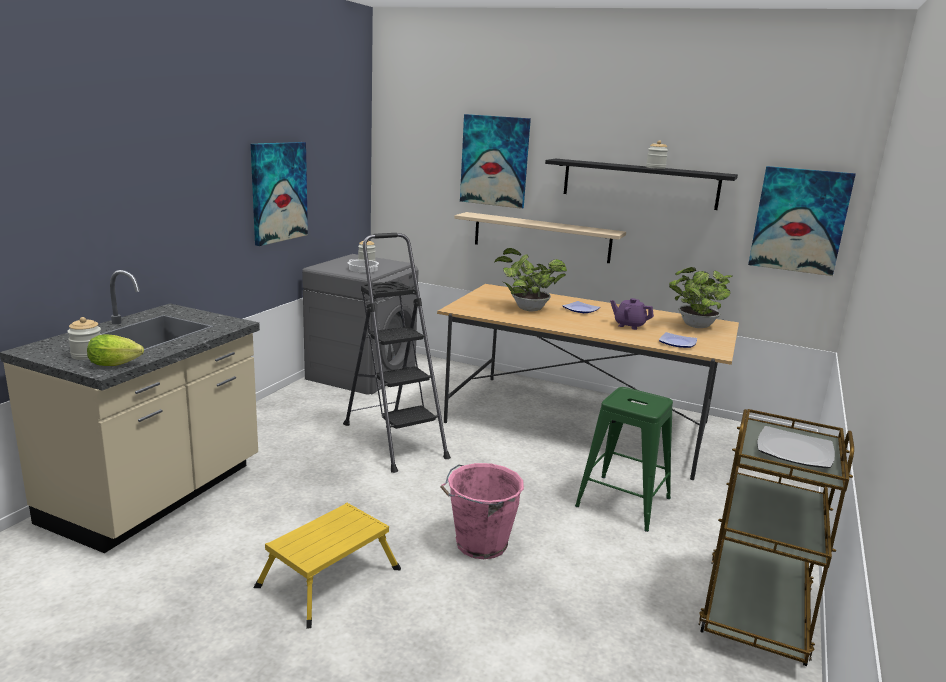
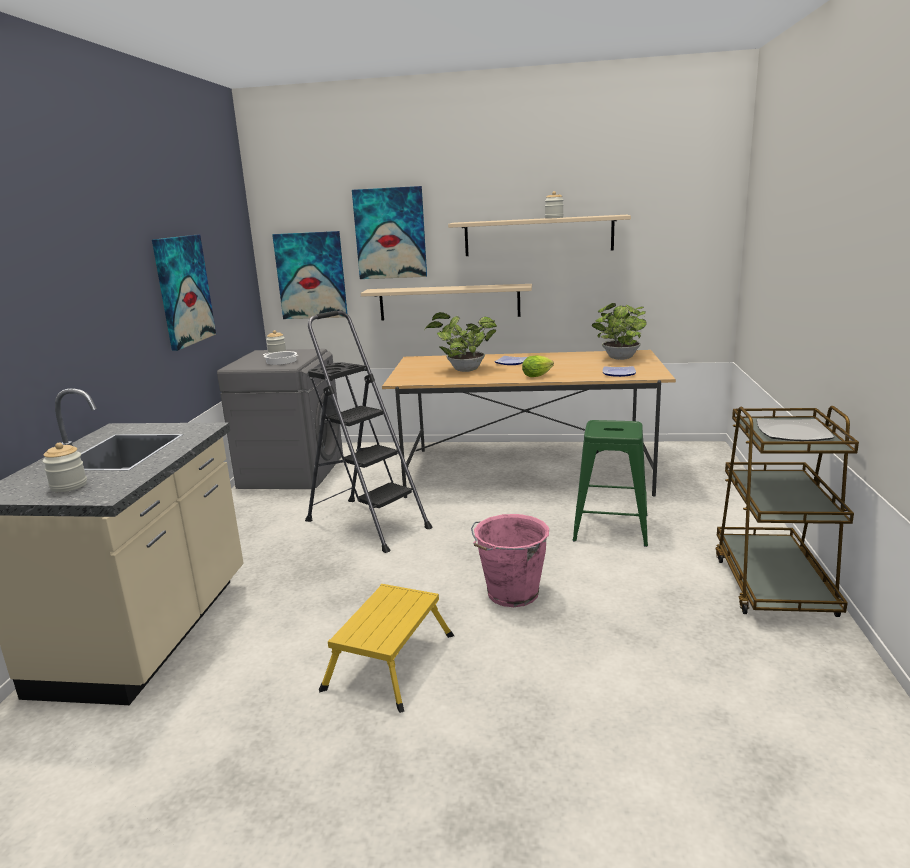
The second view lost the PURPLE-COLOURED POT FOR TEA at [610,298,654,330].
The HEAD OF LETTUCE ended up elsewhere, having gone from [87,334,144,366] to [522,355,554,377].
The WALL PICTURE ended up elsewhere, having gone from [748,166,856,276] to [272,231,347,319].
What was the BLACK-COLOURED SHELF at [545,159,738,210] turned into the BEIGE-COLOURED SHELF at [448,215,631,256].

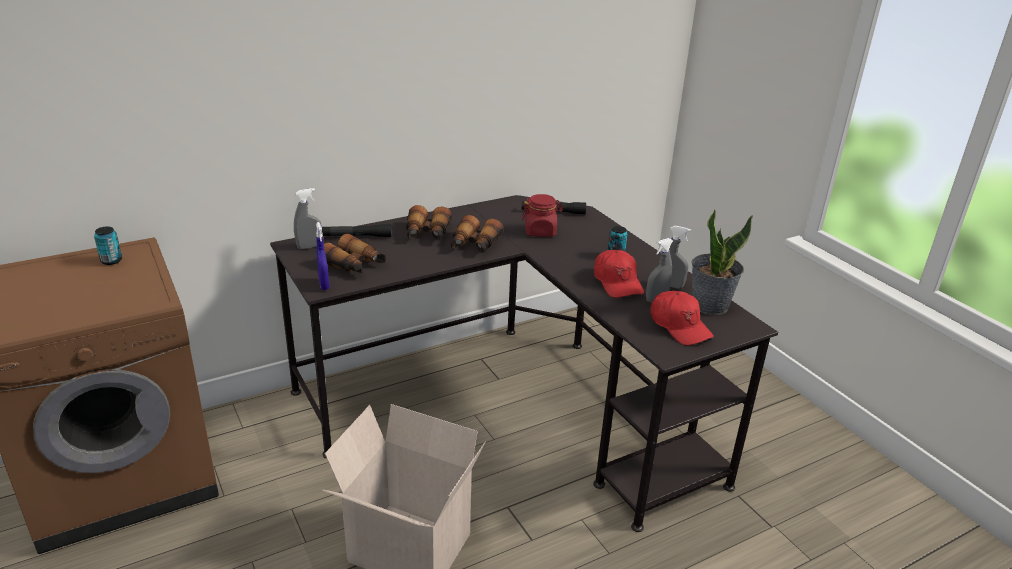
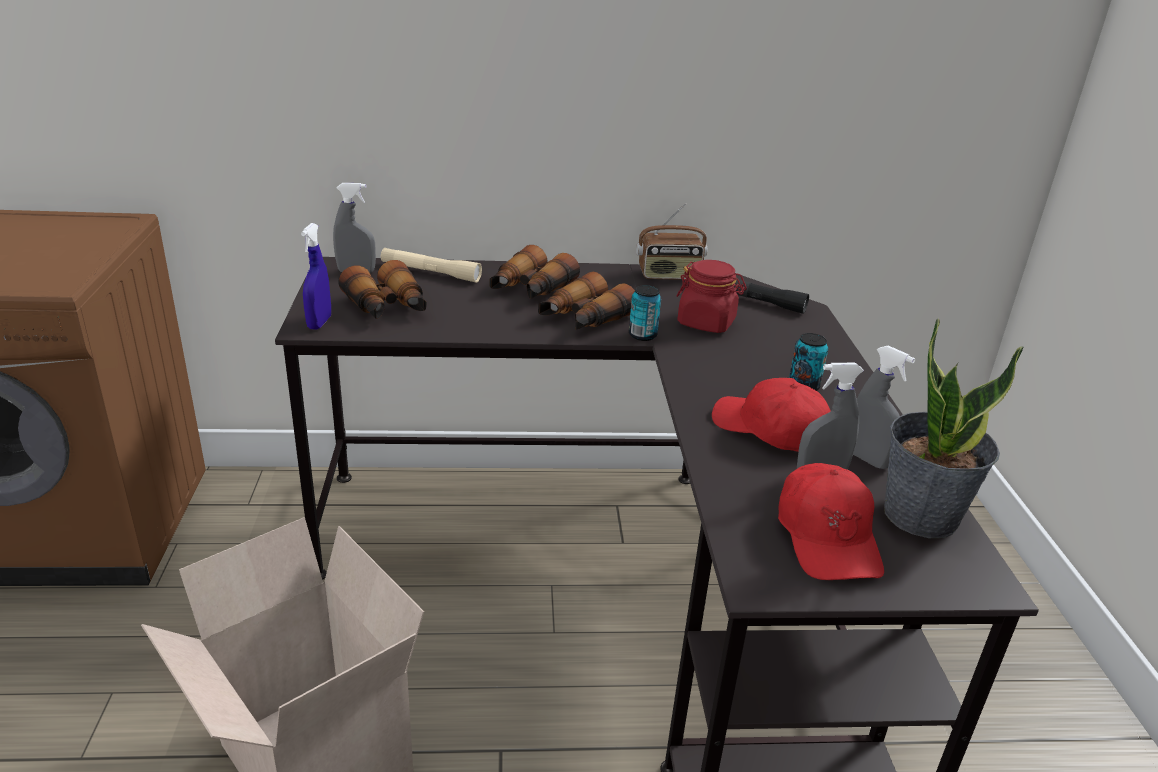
The second view gained the RADIO RECEIVER at [636,203,708,280].
The SEALED CAN ended up elsewhere, having gone from [94,226,122,265] to [629,285,661,341].
What was the BLACK-COLOURED HAND TORCH at [322,224,391,237] turned into the BEIGE-COLOURED HAND TORCH at [381,248,482,283].
The REDDISH BASEBALL CAP at [594,250,644,298] ended up facing another way, 120 degrees clockwise from before.

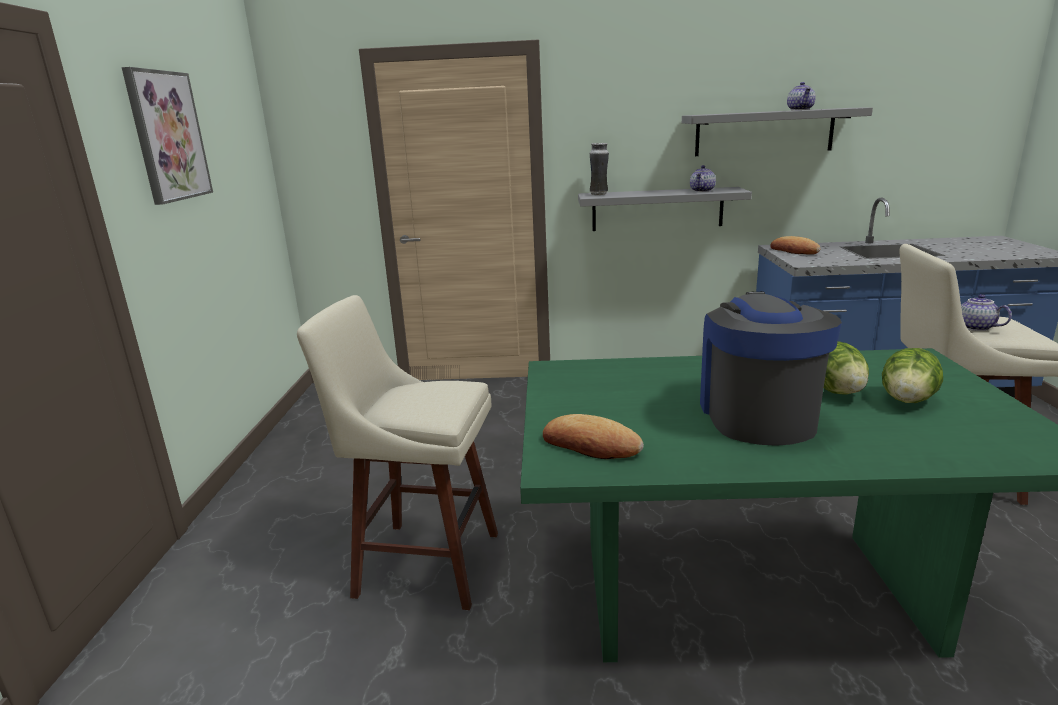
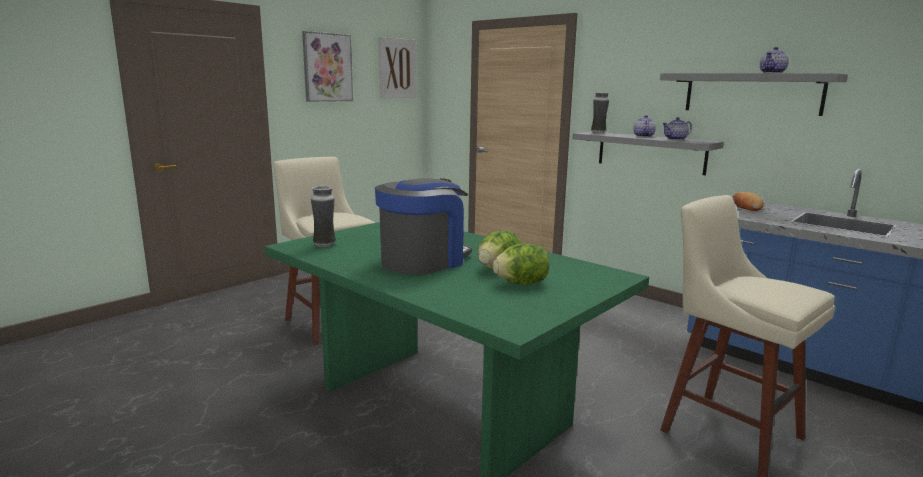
The second view gained the WALL PICTURE at [378,37,416,98].
The POT FOR TEA ended up elsewhere, having gone from [961,294,1012,331] to [633,115,656,137].
Where the BAKED BREAD stood at [543,414,644,459], the FLOWER VASE came to stand at [311,186,336,247].

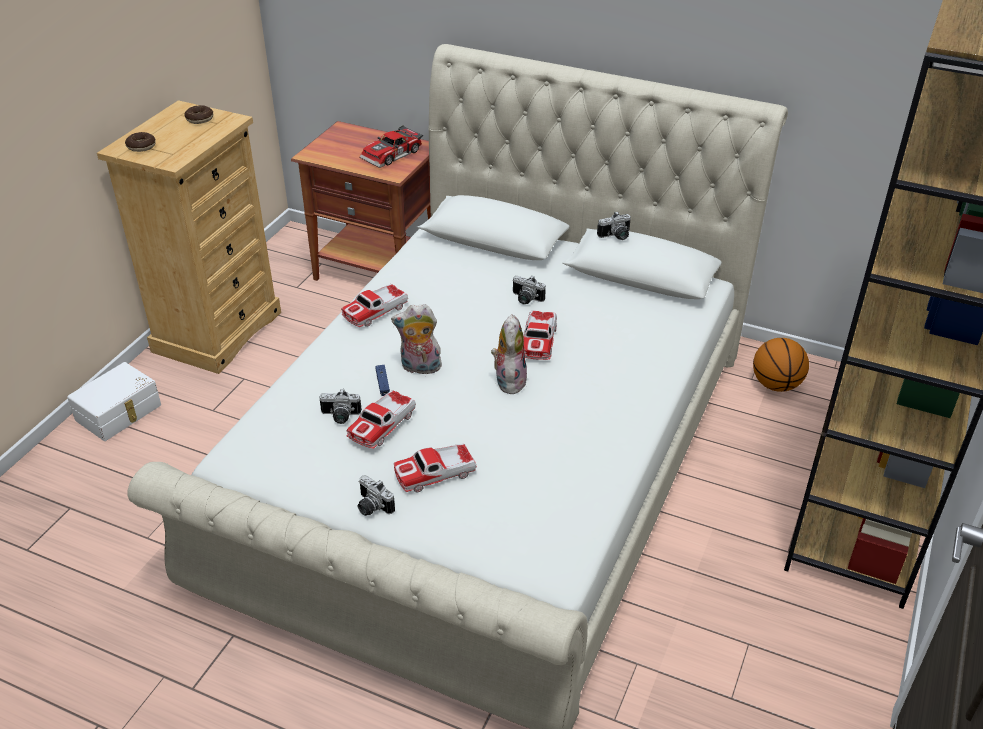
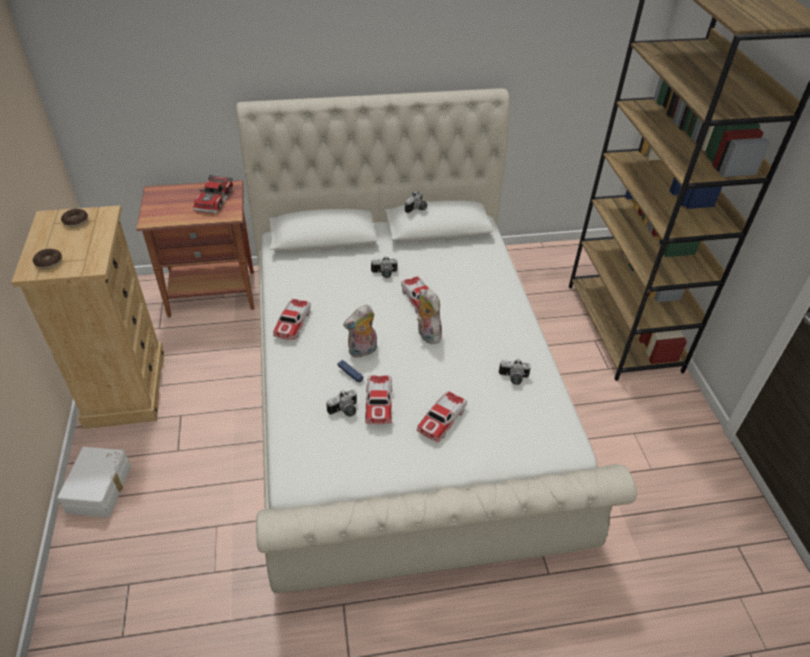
The second view lost the BALL FOR BASKETBALL at [753,338,809,392].
The STILL CAMERA ended up elsewhere, having gone from [358,475,395,516] to [499,358,531,385].

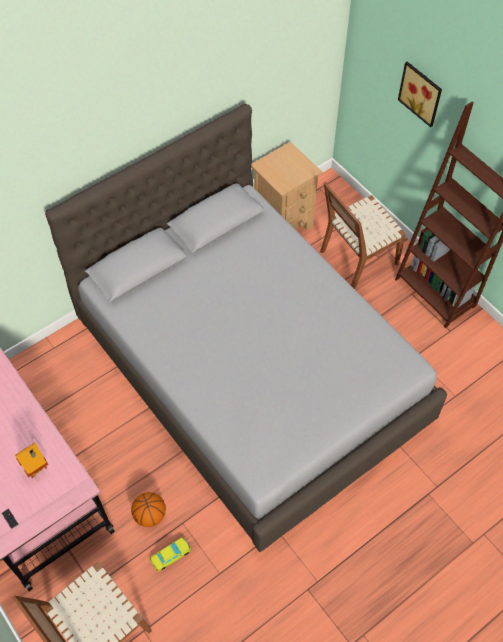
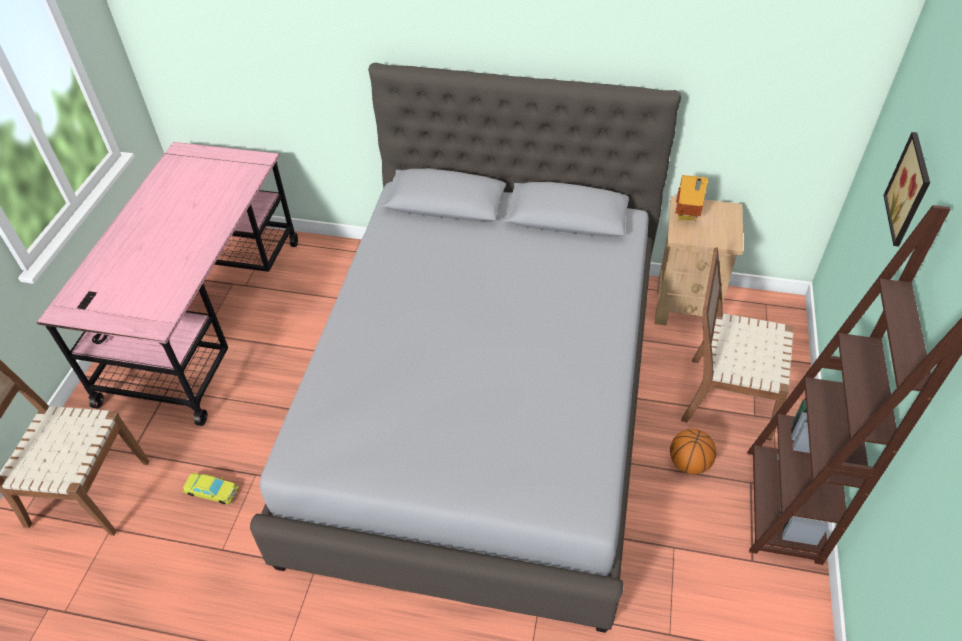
The MODEL HOUSE ended up elsewhere, having gone from [15,443,48,478] to [675,175,708,221].
The BALL FOR BASKETBALL ended up elsewhere, having gone from [131,492,166,527] to [670,429,716,474].

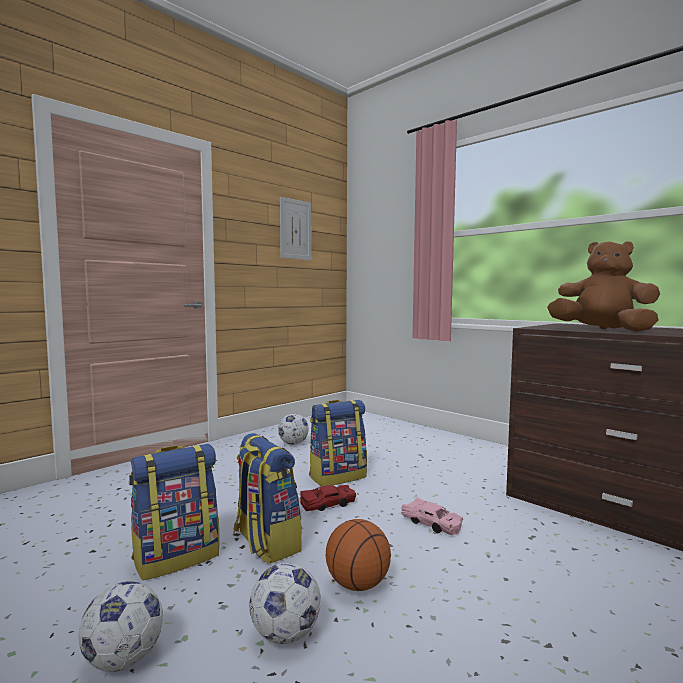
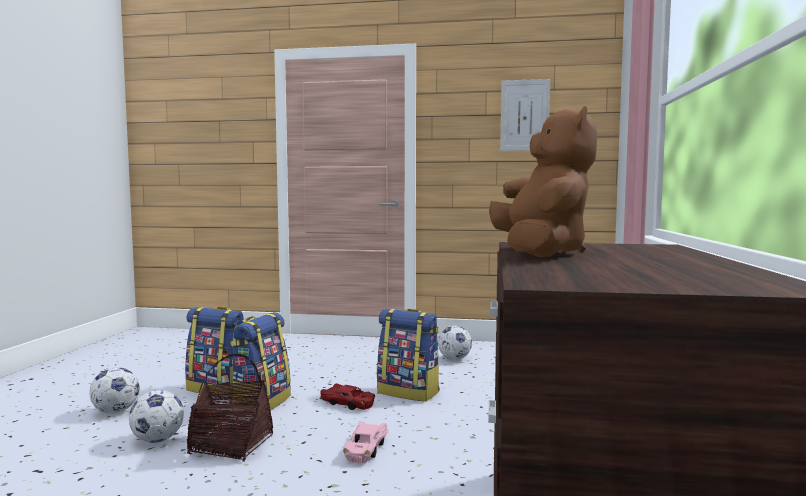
Where the BALL FOR BASKETBALL stood at [326,519,391,591], the BASKET came to stand at [187,354,273,462].

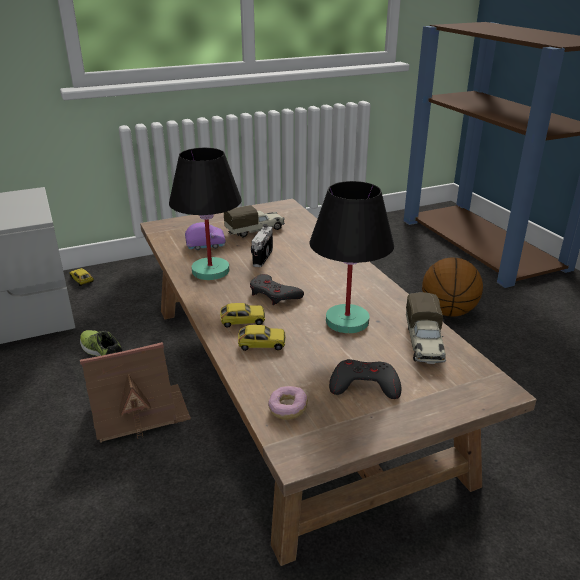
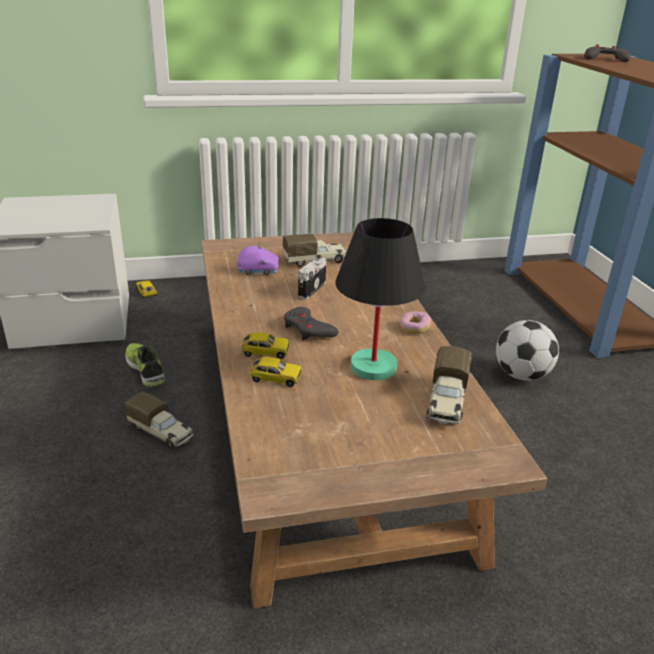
The second view lost the BLACK-COLOURED LAMP FOR A TABLE at [169,148,242,280].
The DONUT ended up elsewhere, having gone from [268,386,308,420] to [400,311,431,334].
The GREYISH GAMEPAD ended up elsewhere, having gone from [329,359,401,399] to [584,45,631,62].
Where the MODEL HOUSE stood at [80,342,191,442], the TOY TRUCK came to stand at [125,391,194,449].
Where the BALL FOR BASKETBALL stood at [422,257,483,317], the BALL FOR FOOTBALL came to stand at [496,320,559,381].

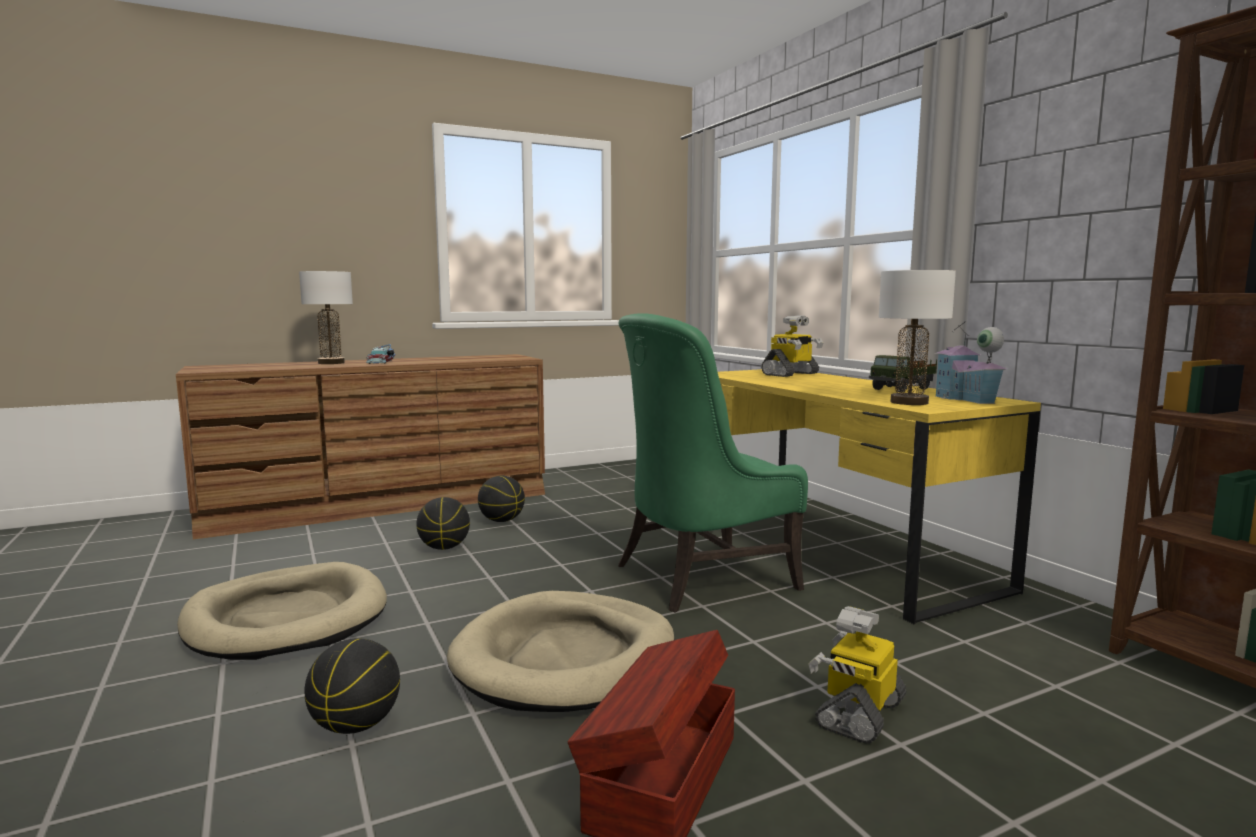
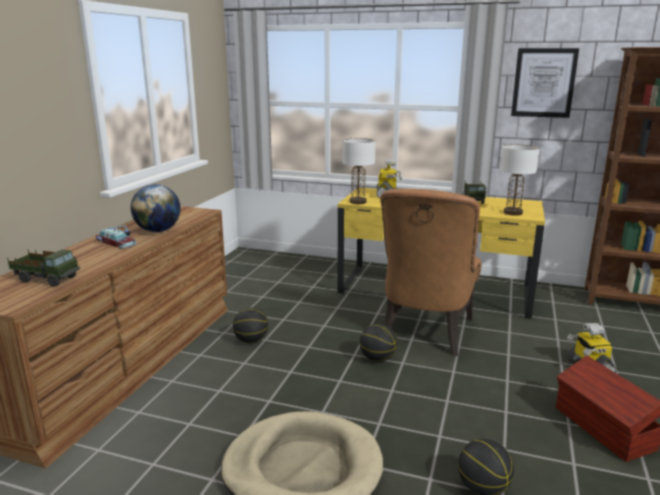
The second view lost the BEIGE-COLOURED DOG BED at [447,591,675,712].
The second view lost the MODEL HOUSE at [936,321,1007,404].
The second view gained the TOY TRUCK at [7,250,80,287].
The second view gained the WORLD GLOBE at [131,184,181,232].
The second view gained the WALL PICTURE at [511,48,579,118].
The LAMP FOR A TABLE ended up elsewhere, having gone from [299,271,353,364] to [342,138,376,204].
The BALL FOR BASKETBALL ended up elsewhere, having gone from [416,497,470,550] to [360,324,397,362].
What was the GREENISH CHAIR at [618,313,808,613] turned into the BROWN CHAIR at [380,189,481,356].

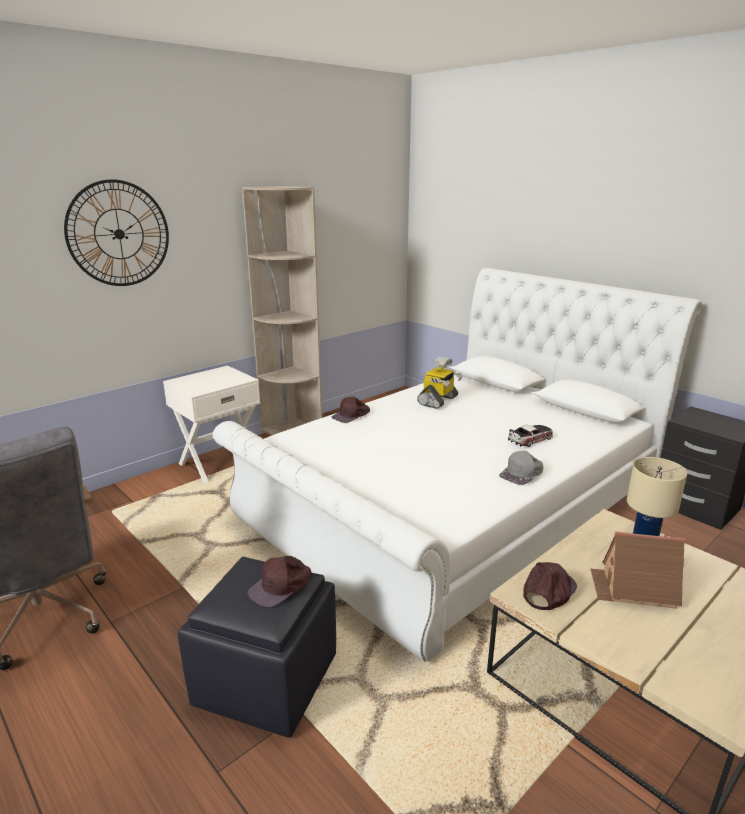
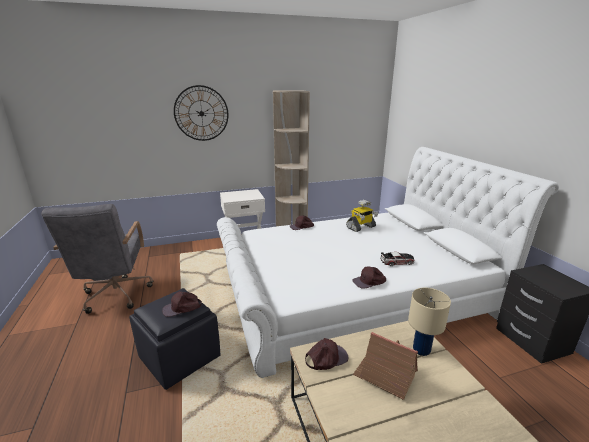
What was the GREYISH BASEBALL CAP at [499,451,543,485] turned into the BROWN BASEBALL CAP at [352,266,386,289].

